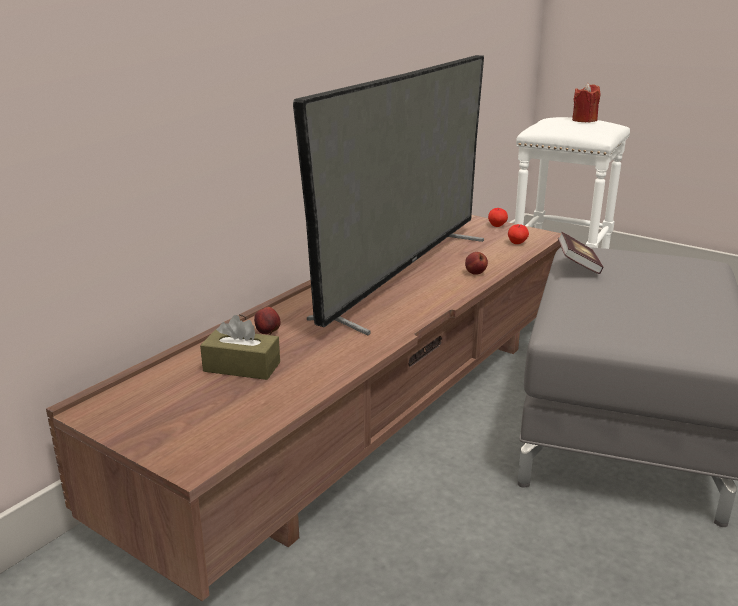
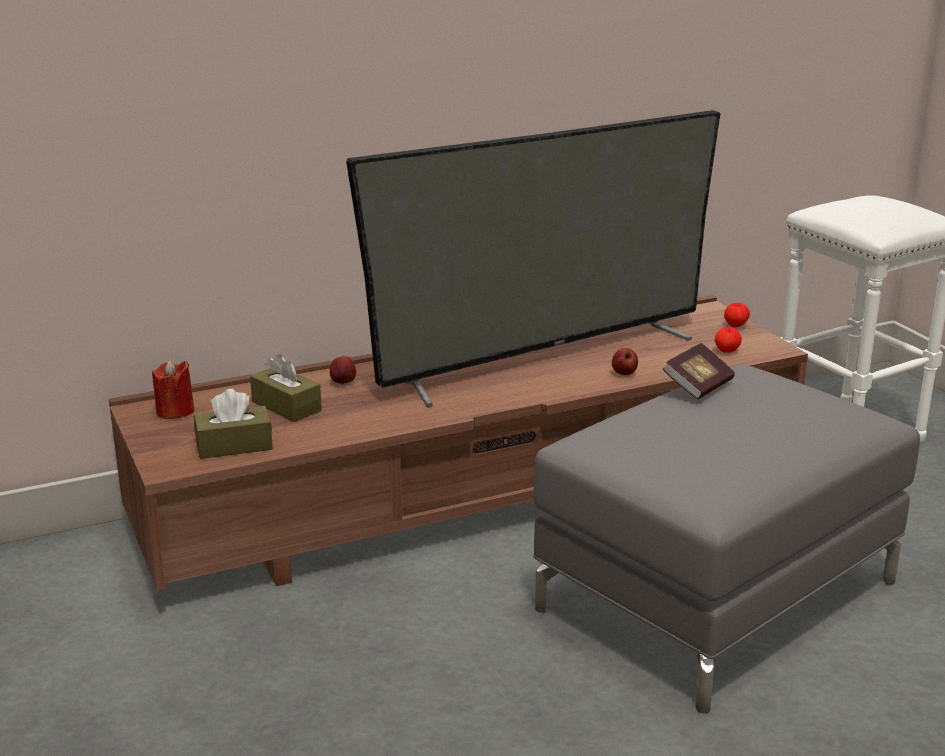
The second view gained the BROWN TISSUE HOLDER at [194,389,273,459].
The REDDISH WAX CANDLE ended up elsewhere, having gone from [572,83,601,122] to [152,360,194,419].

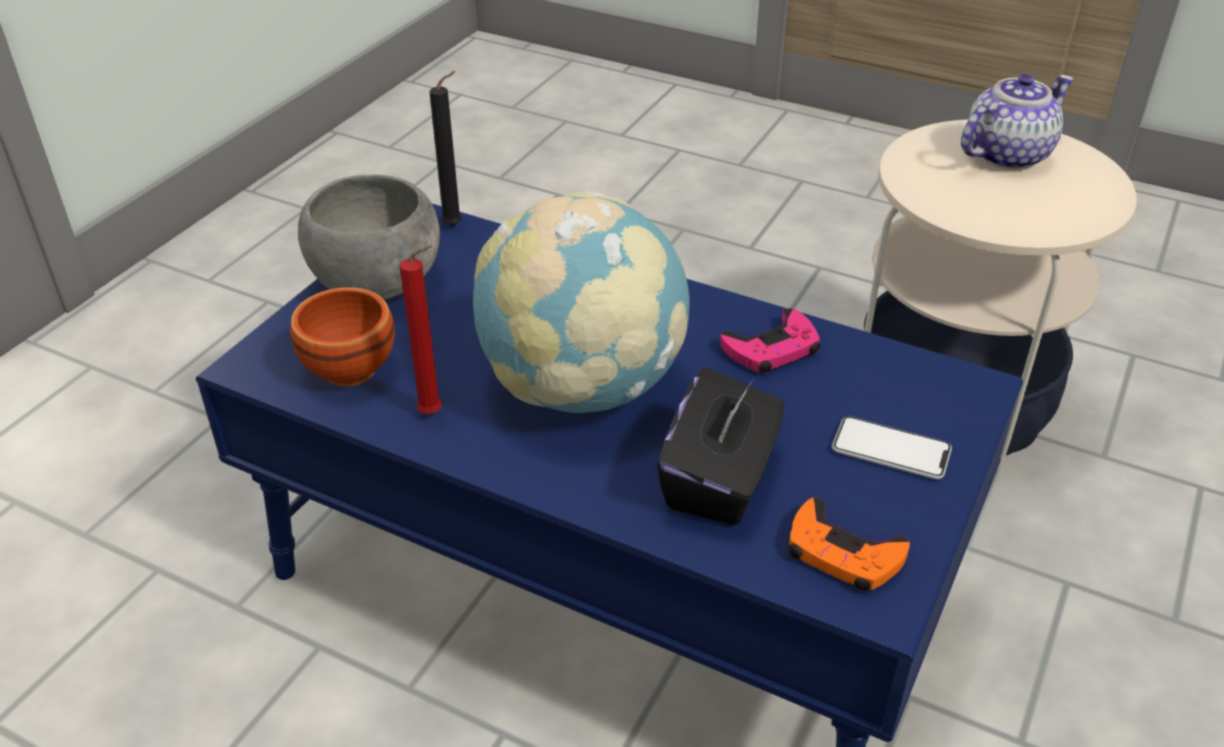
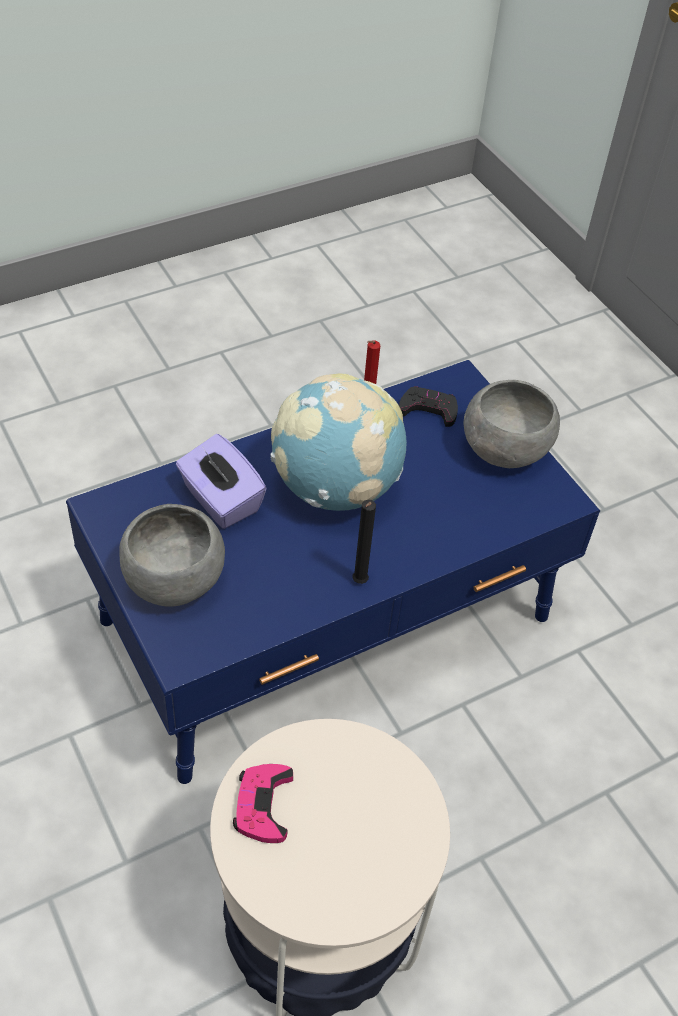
The second view lost the ORANGEY GAMEPAD at [788,497,910,591].
The second view lost the POT FOR TEA at [961,74,1074,170].
The BLACK-COLOURED WAX CANDLE ended up elsewhere, having gone from [429,71,462,227] to [352,500,376,584].
The PINK-COLOURED GAMEPAD ended up elsewhere, having gone from [720,308,820,373] to [233,764,293,843].
Where the BROWN SERVING BOWL stood at [290,287,395,387], the BLACK-COLOURED GAMEPAD came to stand at [399,386,458,427].
Where the HANDSET stood at [832,417,952,479], the GREYISH SERVING BOWL came to stand at [120,504,225,606].
What was the BLACK-COLOURED TISSUE HOLDER at [657,368,785,525] turned into the PURPLE-COLOURED TISSUE HOLDER at [176,434,267,529].

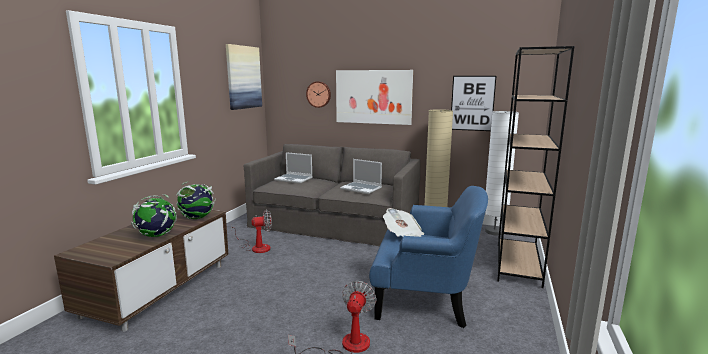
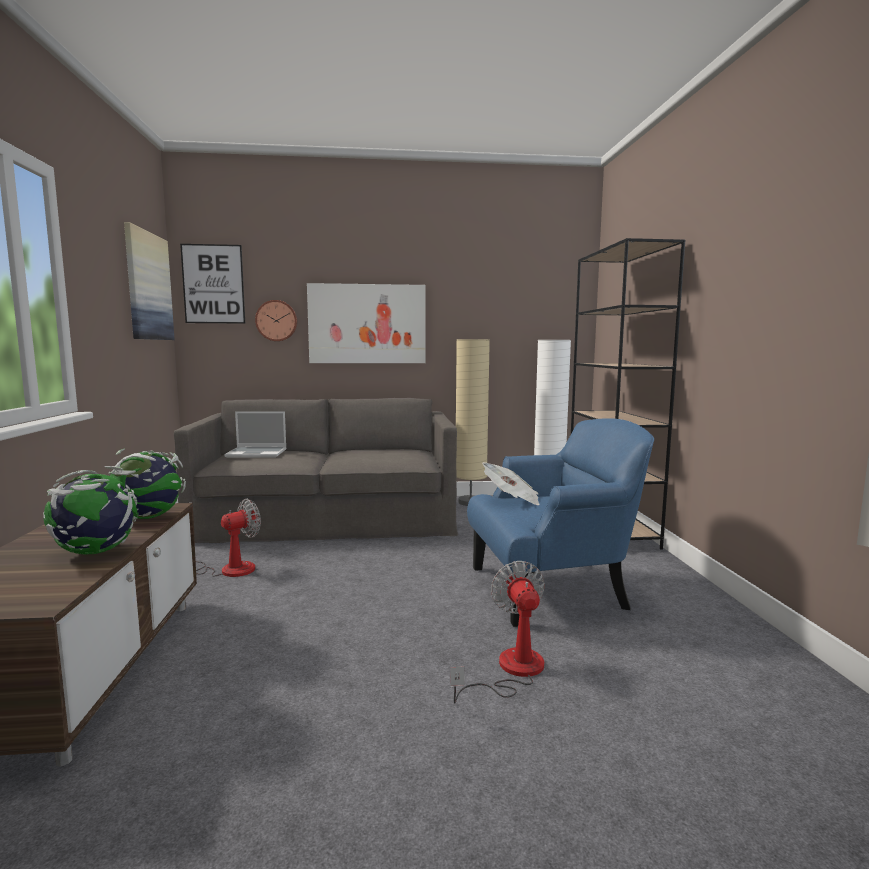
The second view lost the NOTEBOOK COMPUTER at [340,159,382,194].
The WALL PICTURE ended up elsewhere, having gone from [451,76,496,131] to [180,244,245,324].

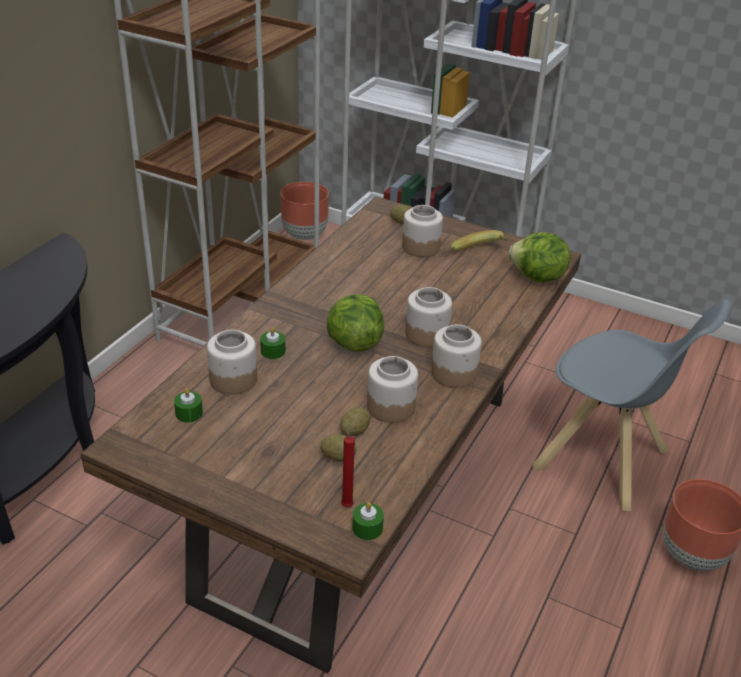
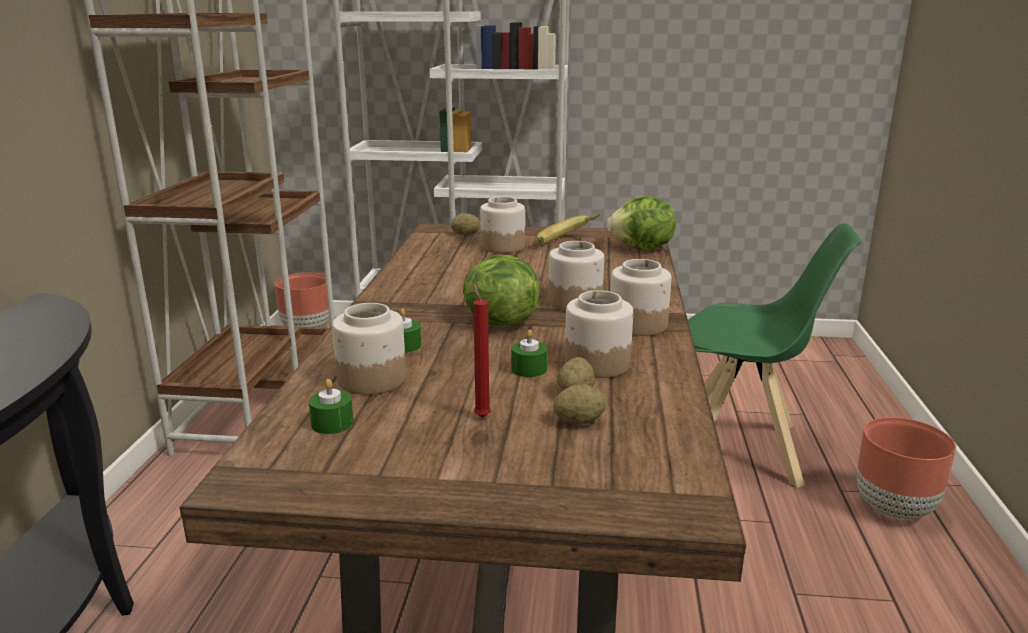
The REDDISH WAX CANDLE ended up elsewhere, having gone from [341,424,355,507] to [473,284,491,418].
The GREENISH WAX CANDLE ended up elsewhere, having gone from [352,502,384,540] to [511,329,547,377].
What was the GREYISH CHAIR at [532,299,731,512] turned into the GREENISH CHAIR at [688,223,861,488].

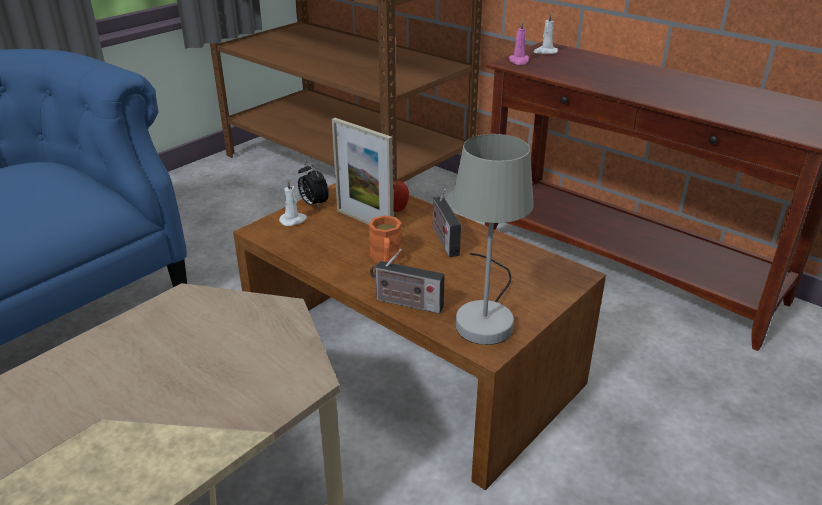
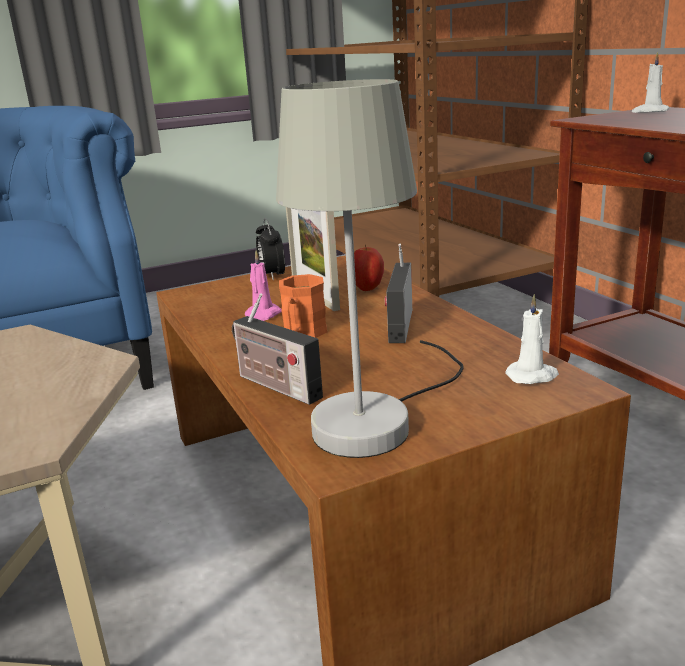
The WHITE-COLOURED WAX CANDLE ended up elsewhere, having gone from [279,179,307,226] to [505,294,559,384].
The PINK-COLOURED WAX CANDLE ended up elsewhere, having gone from [509,20,529,65] to [244,250,282,321].

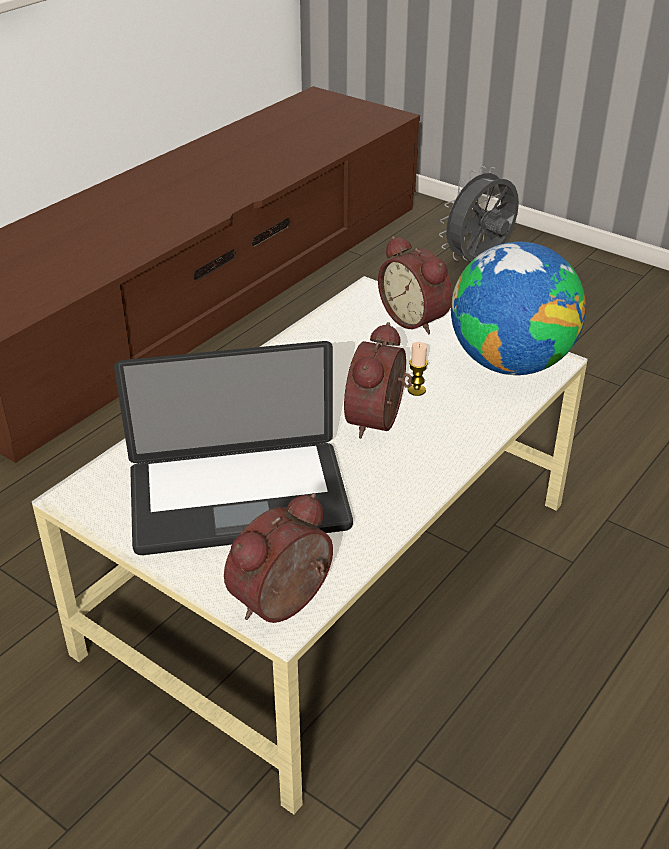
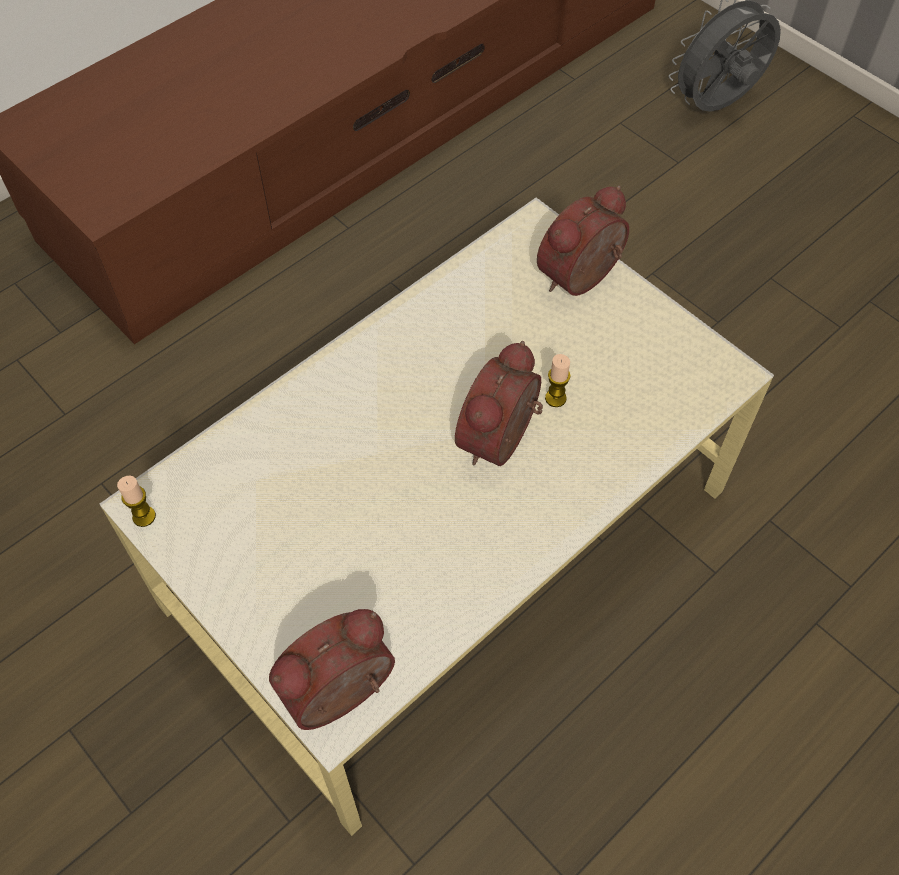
The second view lost the NOTEBOOK COMPUTER at [114,341,353,555].
The second view lost the WORLD GLOBE at [451,242,586,375].
The second view gained the WAX CANDLE at [117,476,156,527].
The TABLE CLOCK at [378,236,453,334] ended up facing another way, 75 degrees clockwise from before.

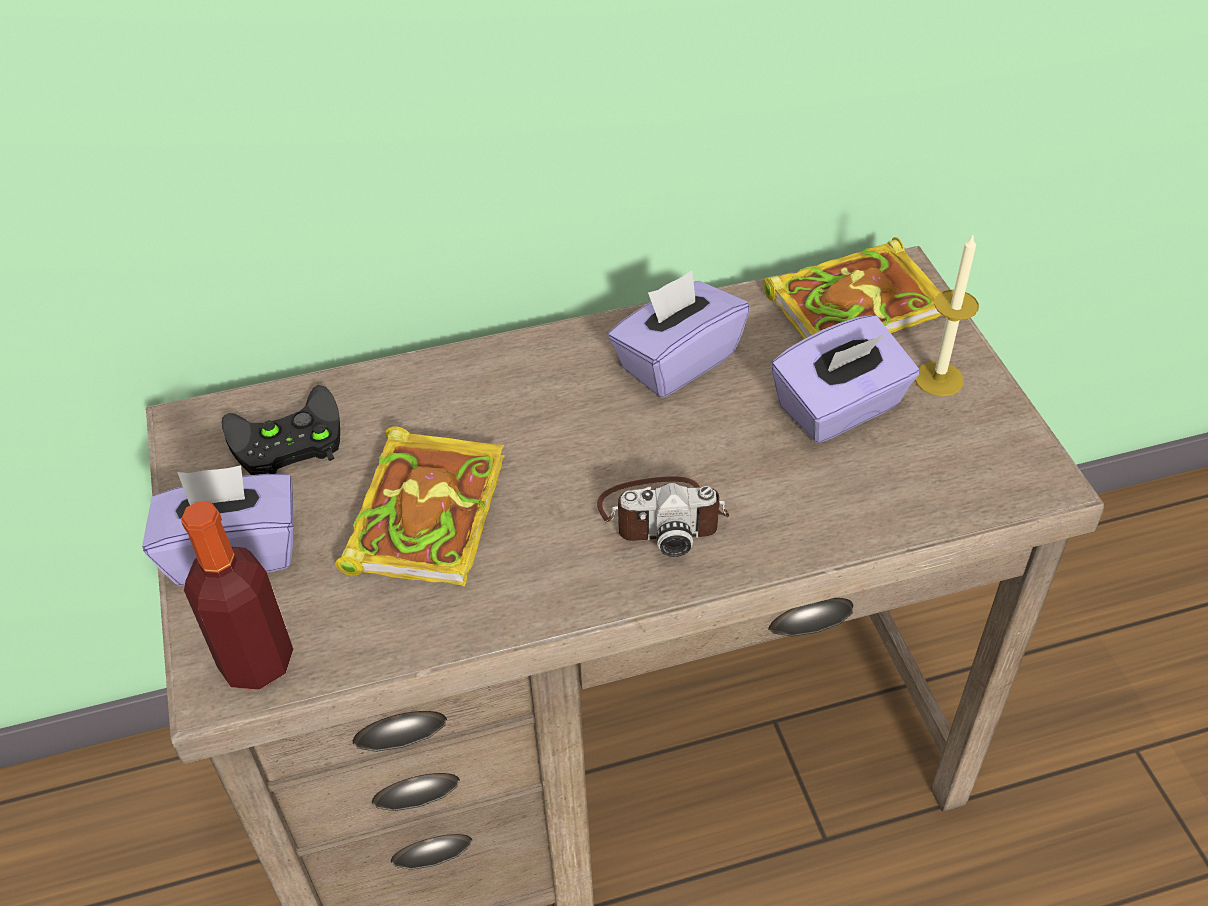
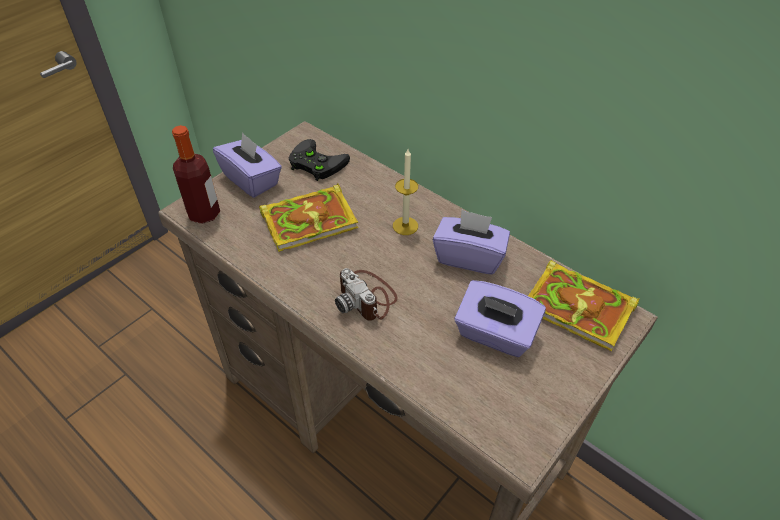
The WAX CANDLE ended up elsewhere, having gone from [915,233,979,397] to [393,149,418,235].

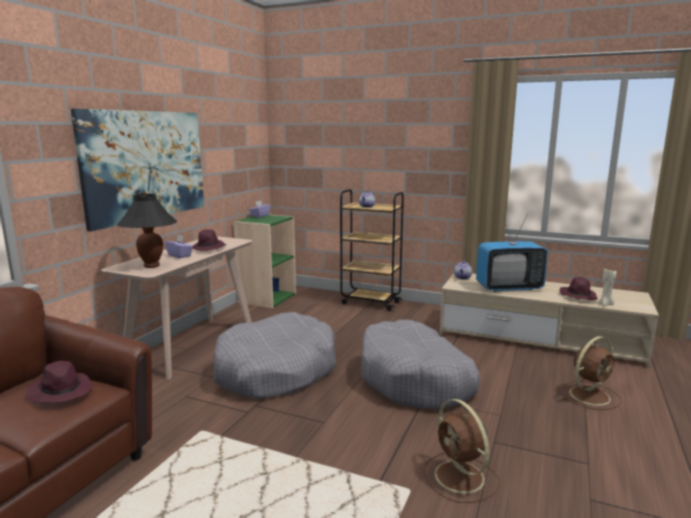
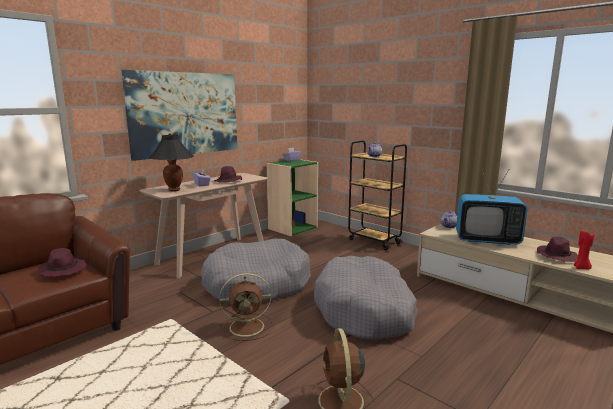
The BROWN ELECTRIC FAN ended up elsewhere, having gone from [563,336,621,410] to [219,273,273,341].
What was the BEIGE-COLOURED WAX CANDLE at [598,268,616,306] turned into the REDDISH WAX CANDLE at [574,230,595,269].

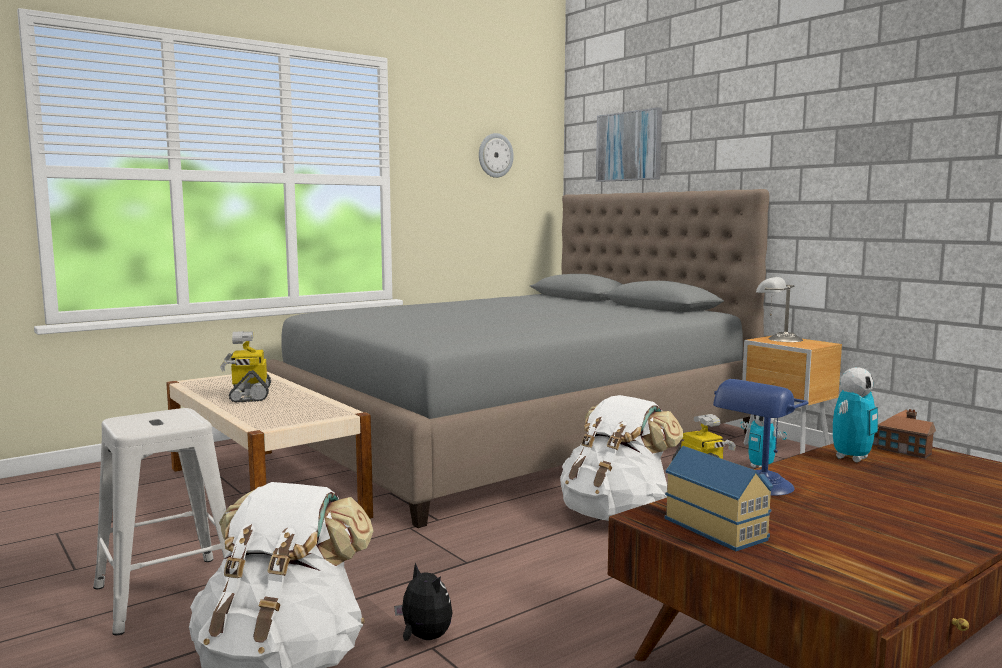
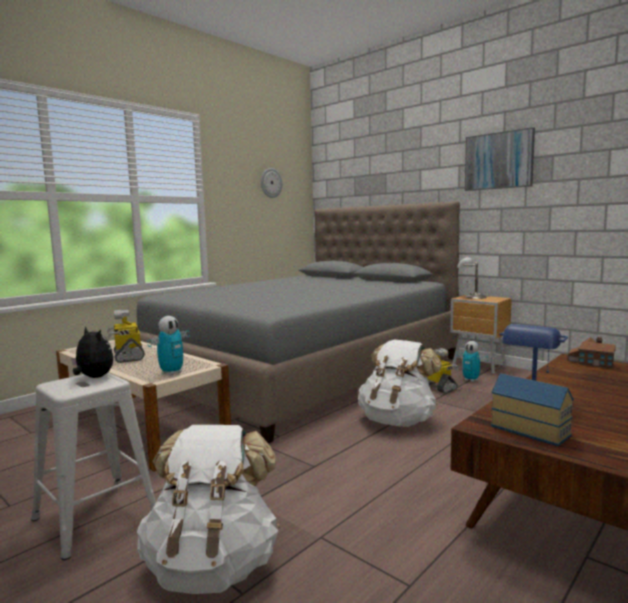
The PLUSH TOY ended up elsewhere, having gone from [394,562,452,641] to [72,326,113,378].
The WALL PICTURE ended up elsewhere, having gone from [596,107,662,182] to [465,127,535,191].
The MODEL ROBOT ended up elsewhere, having gone from [833,367,878,462] to [147,316,190,376].

